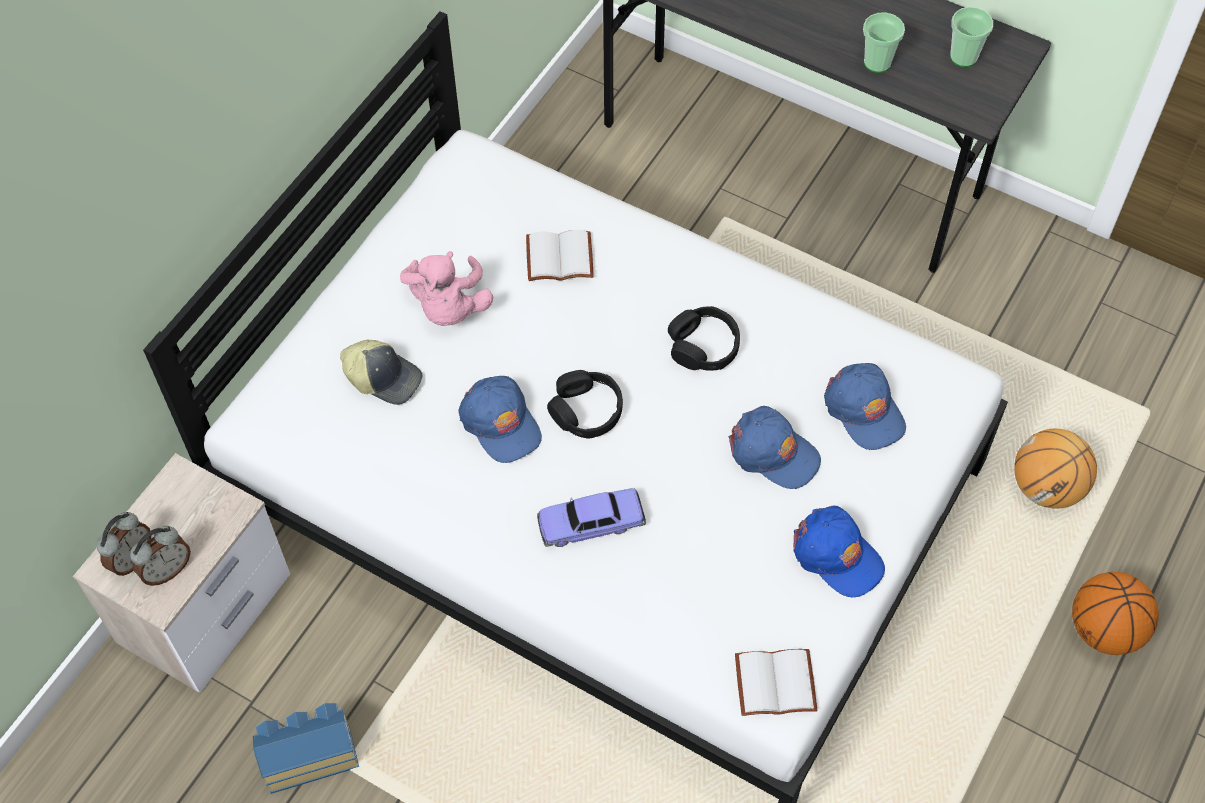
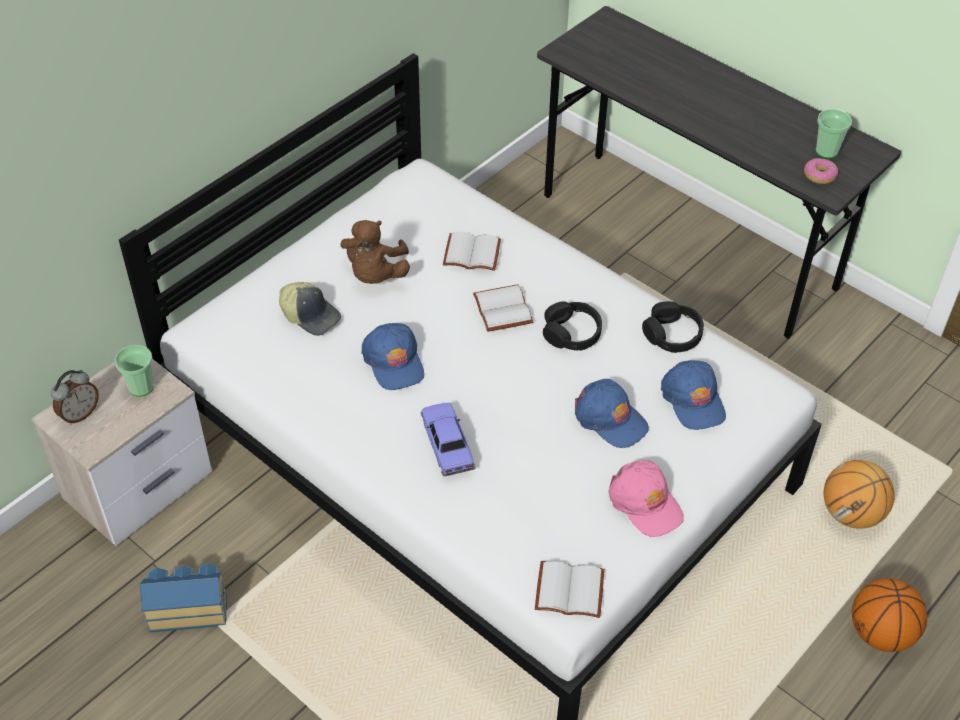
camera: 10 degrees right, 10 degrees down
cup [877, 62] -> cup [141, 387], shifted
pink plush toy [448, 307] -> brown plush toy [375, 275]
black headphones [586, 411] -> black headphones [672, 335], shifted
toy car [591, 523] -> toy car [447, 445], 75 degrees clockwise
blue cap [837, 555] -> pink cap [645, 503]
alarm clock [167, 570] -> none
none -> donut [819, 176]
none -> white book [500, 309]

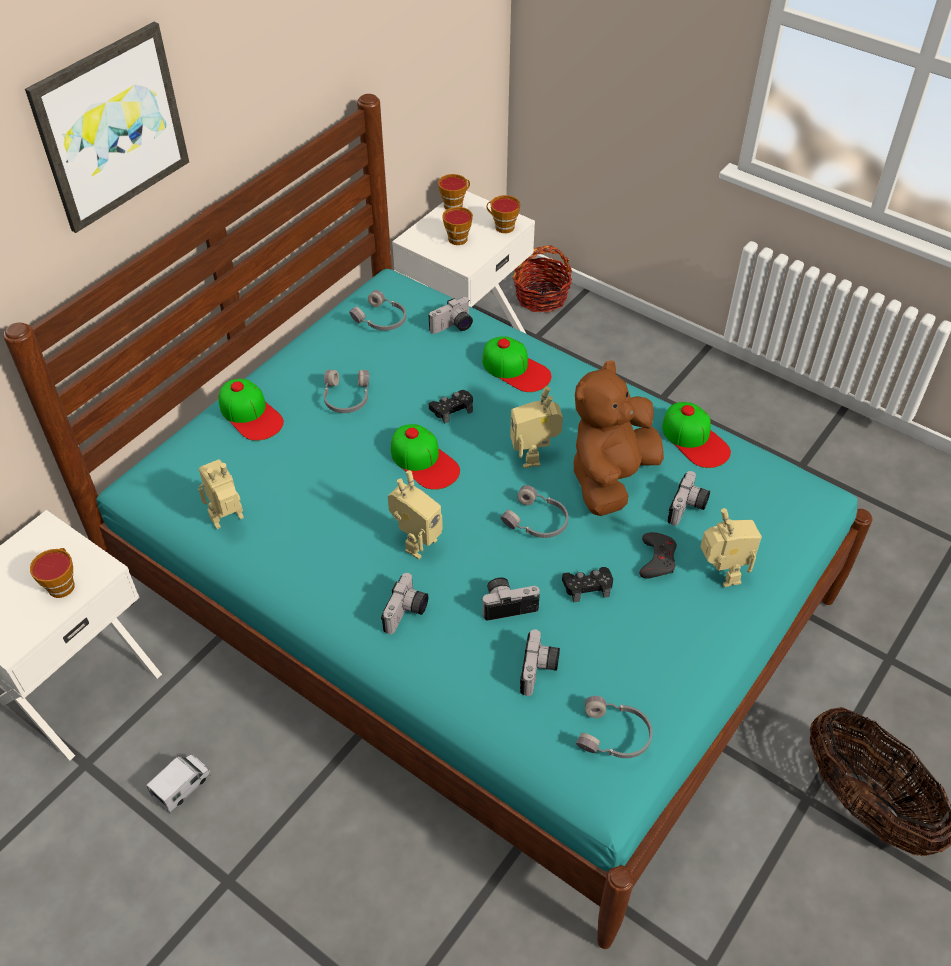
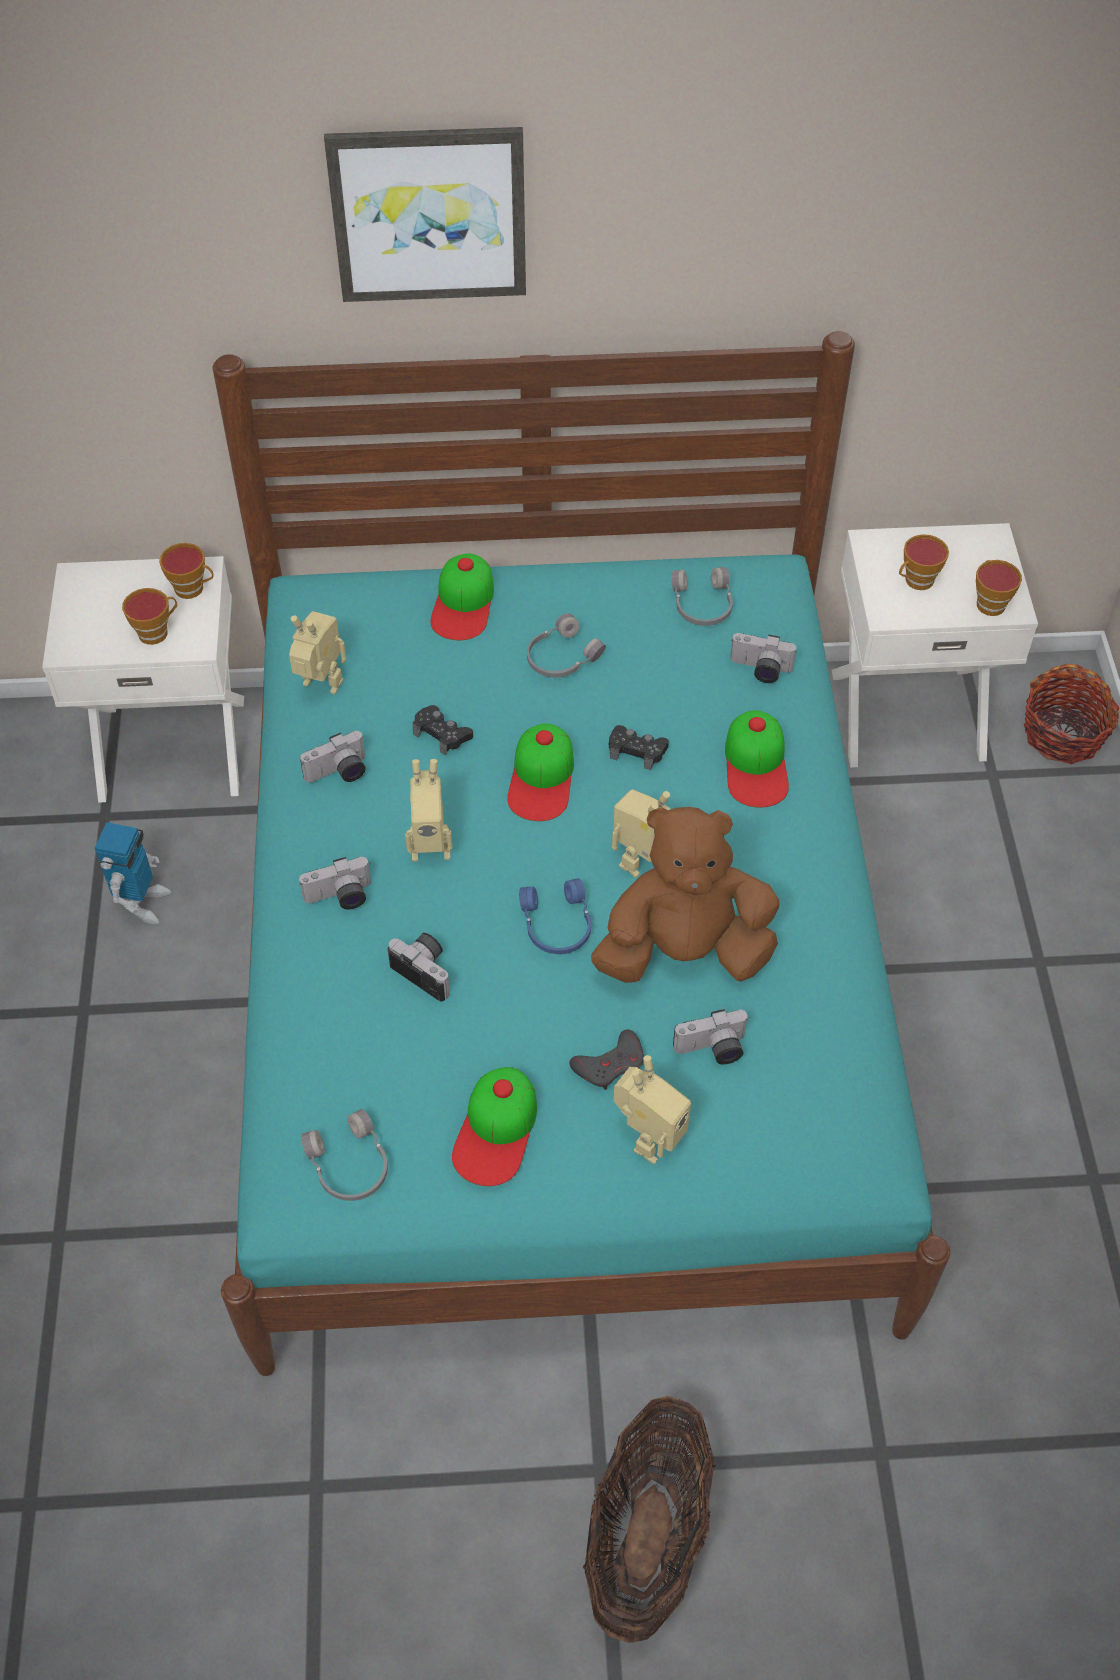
camera: 50 degrees right, 5 degrees up
cup [455, 204] -> cup [192, 589], shifted
cap [695, 439] -> cap [496, 1130], shifted
grey headphones [536, 521] -> blue headphones [556, 925]
black game controller [587, 586] -> black game controller [442, 734], shifted
photo camera [539, 671] -> photo camera [339, 773], shifted
toy truck [182, 786] -> toy robot [143, 903]

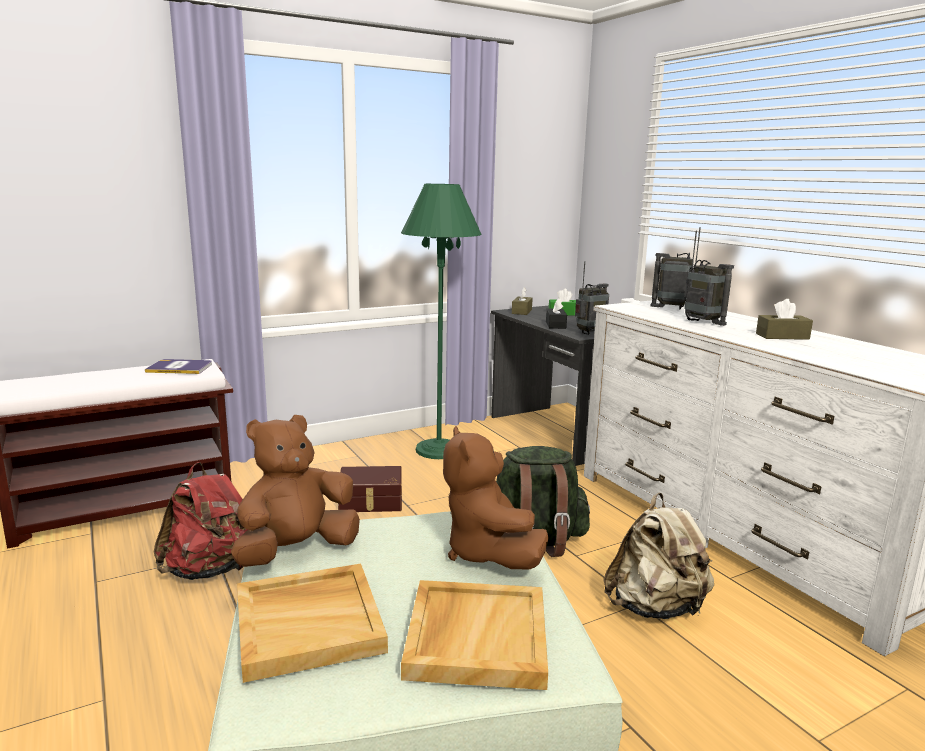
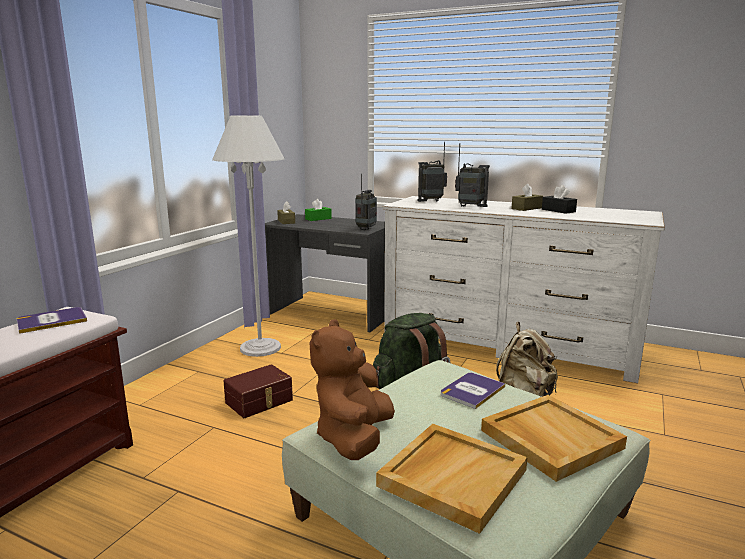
camera: 35 degrees left, 0 degrees up
green floor lamp [438, 450] -> white floor lamp [260, 348]
black tissue box [555, 325] -> black tissue box [558, 210], shifted
brown plush toy [487, 553] -> book [472, 391]
red backpack [210, 570] -> none

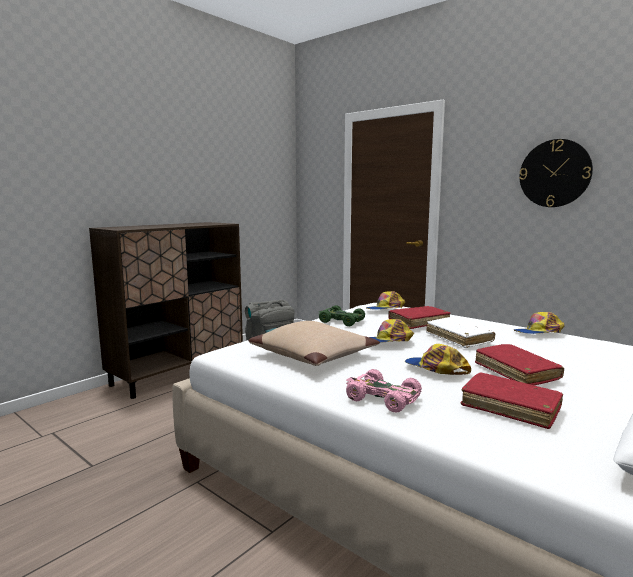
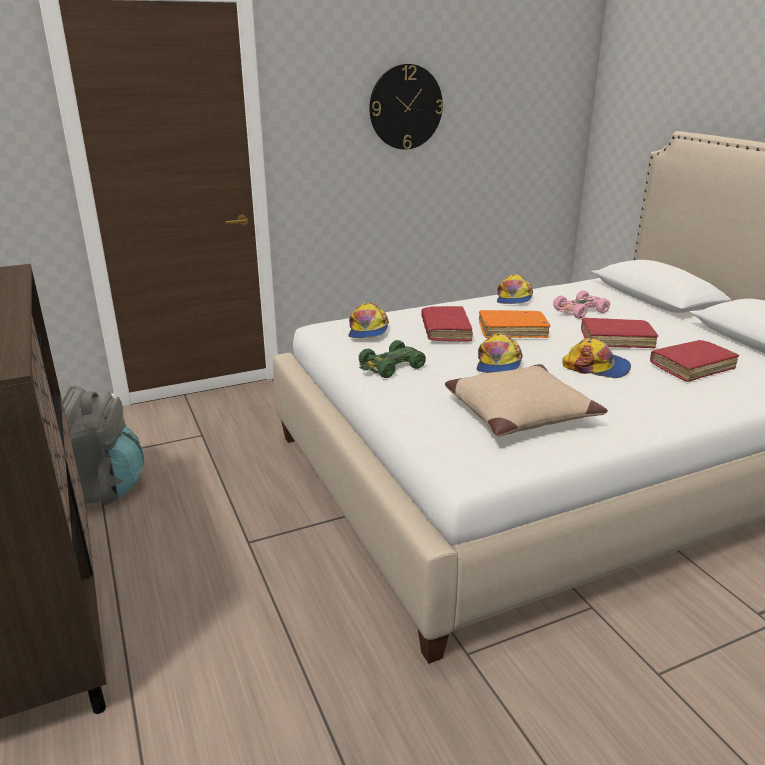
camera: 65 degrees left, 15 degrees up
white book [458, 338] -> orange book [512, 331]
cap [435, 369] -> cap [597, 367], 135 degrees counterclockwise
pink toy car [382, 398] -> pink toy car [580, 311], shifted

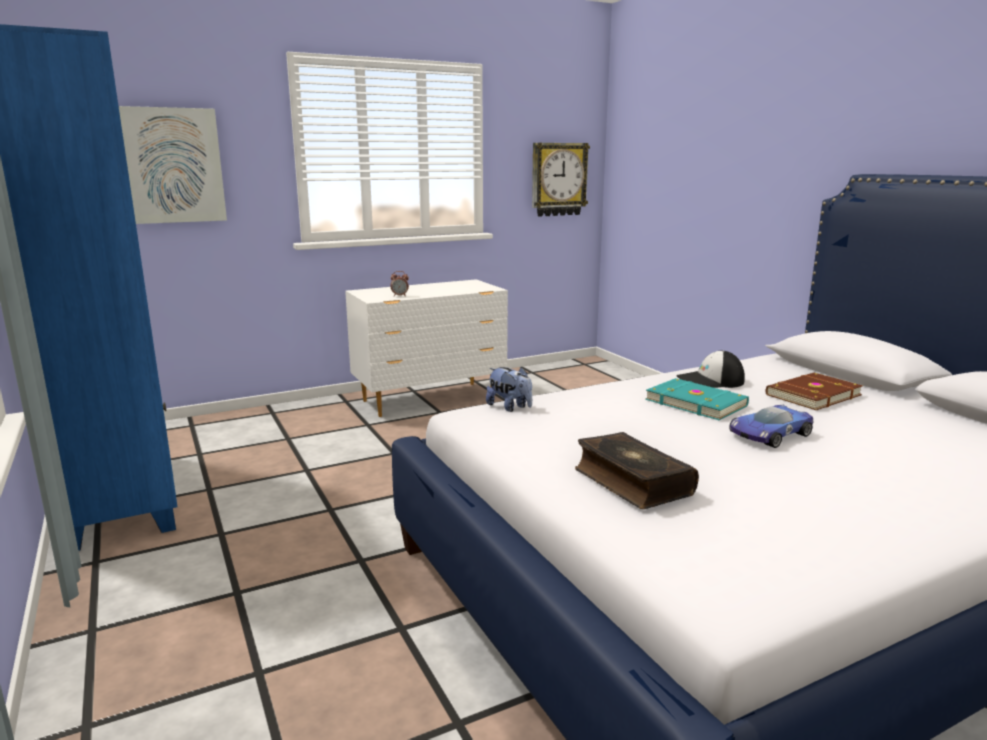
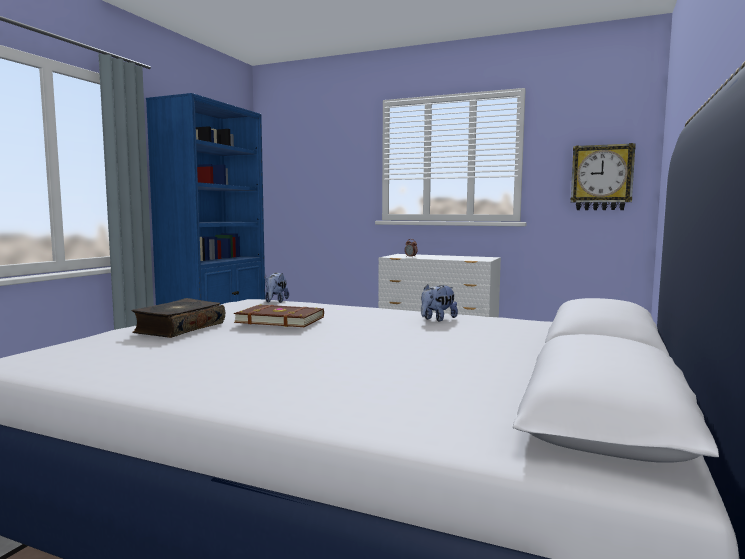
camera: 50 degrees right, 10 degrees down
picture [171, 166] -> none
cap [710, 381] -> plush toy [437, 319]
brown book [811, 395] -> brown book [280, 320], shifted
turquoise book [696, 402] -> none
toy car [768, 434] -> none

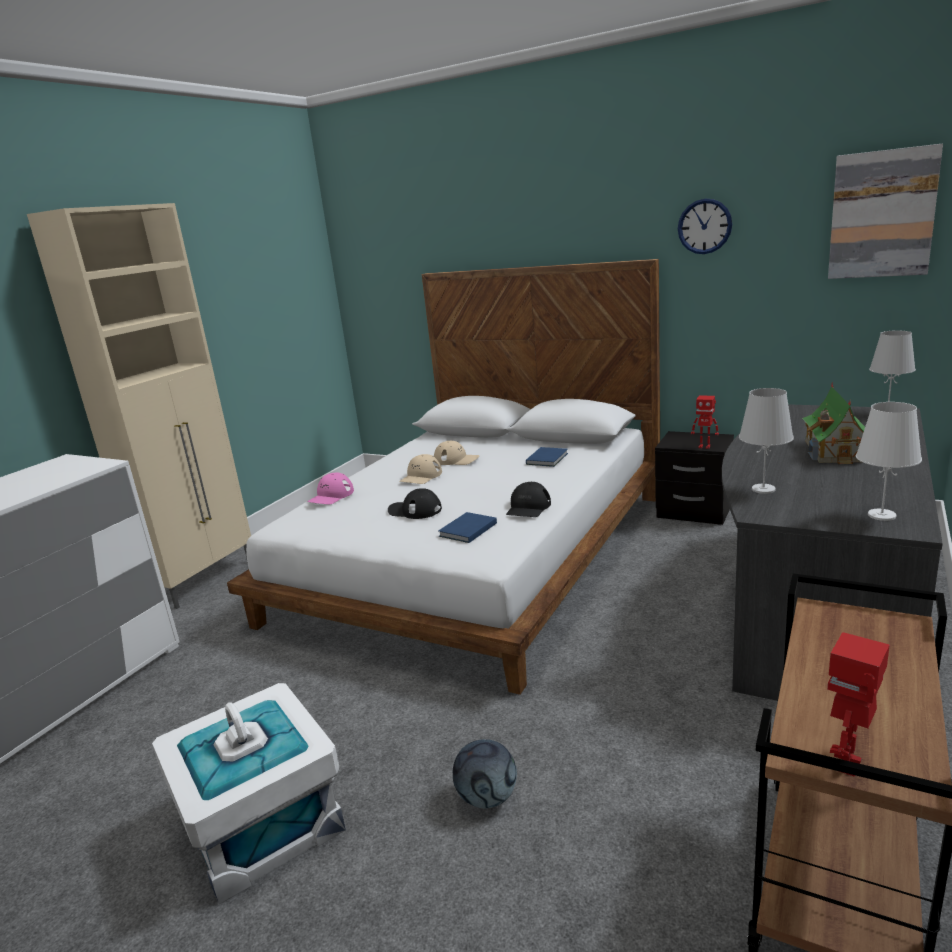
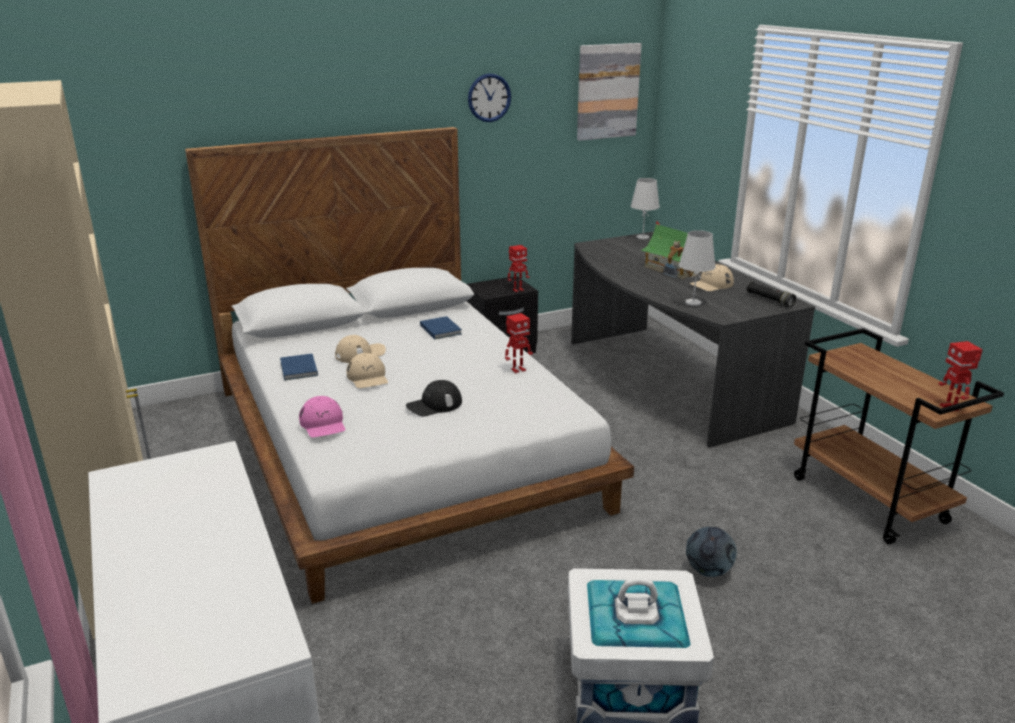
camera: 55 degrees left, 5 degrees up
white table lamp [882, 515] -> black flashlight [769, 300]
black cap [528, 507] -> toy robot [518, 370]
blue book [466, 530] -> blue book [298, 369], shifted
none -> beige cap [711, 284]

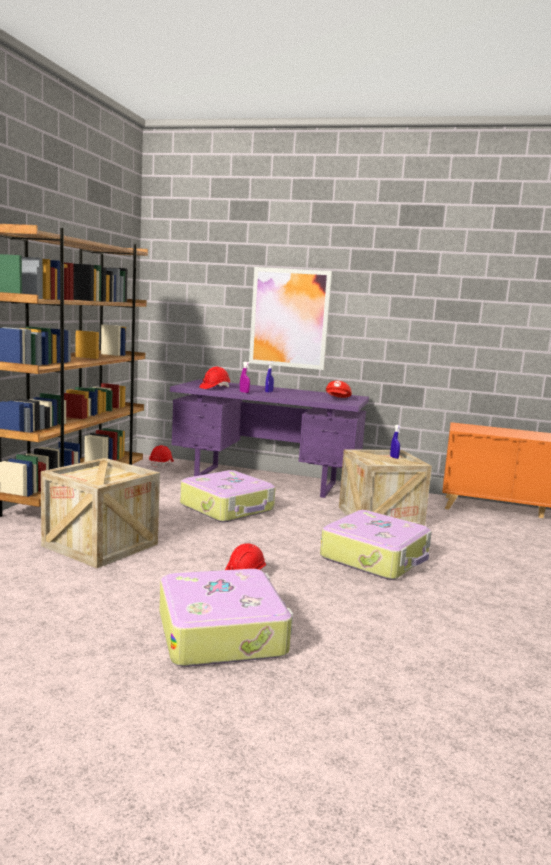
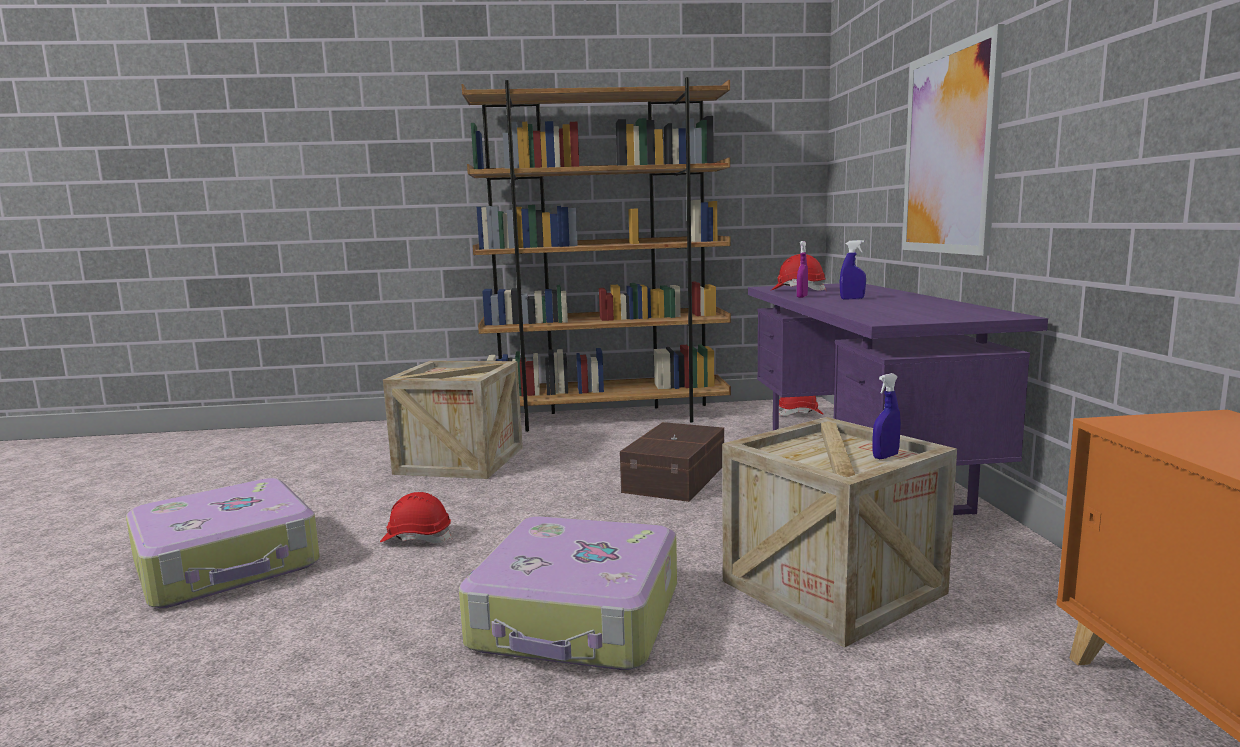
camera: 70 degrees right, 0 degrees up
red cap [337, 399] -> none
suitcase [228, 508] -> brown storage box [677, 478]

